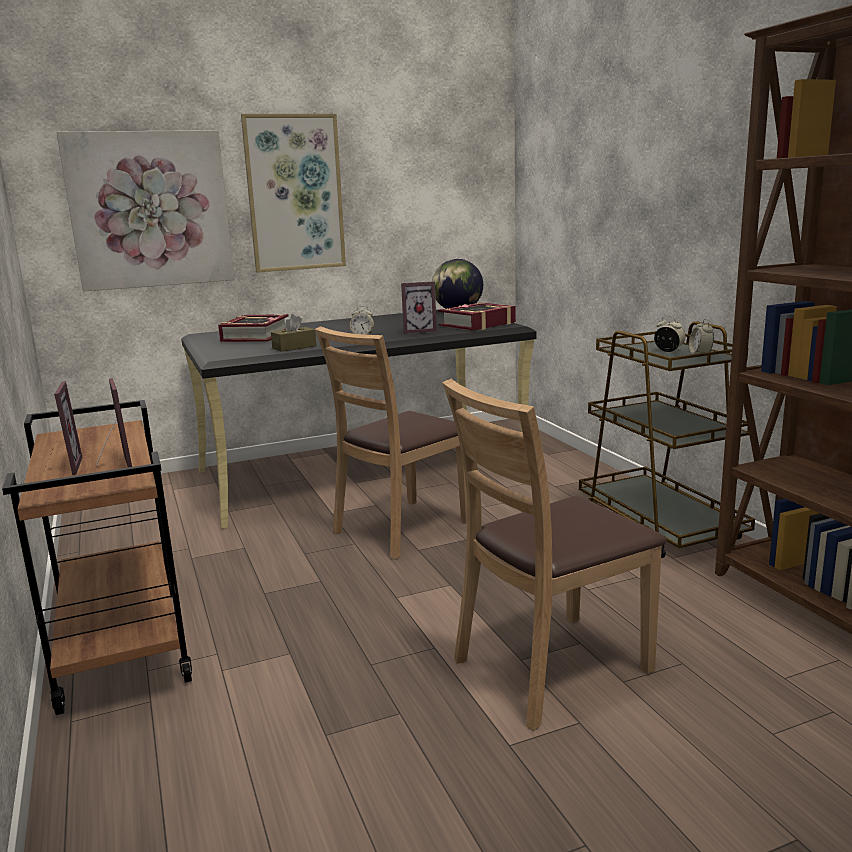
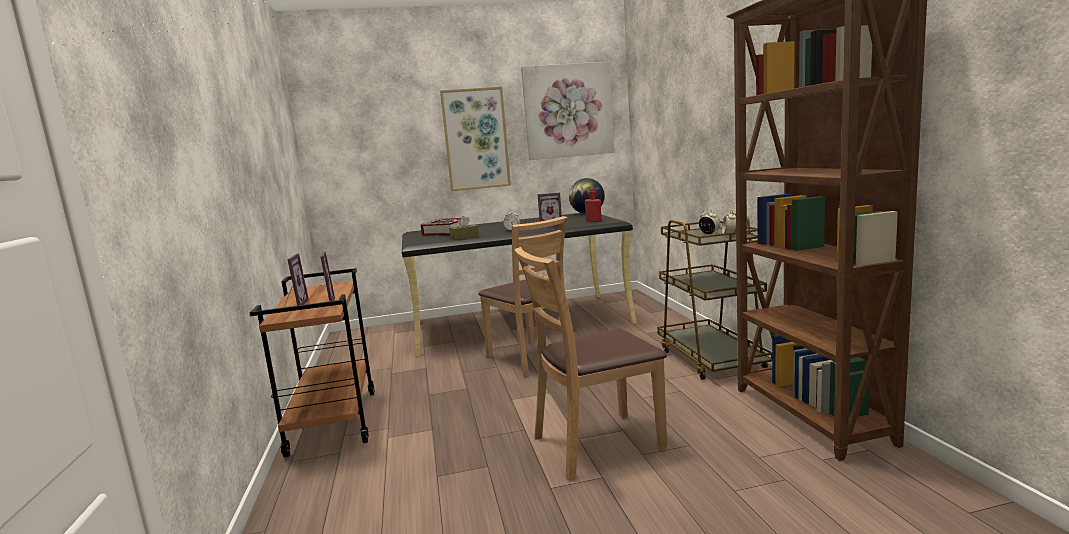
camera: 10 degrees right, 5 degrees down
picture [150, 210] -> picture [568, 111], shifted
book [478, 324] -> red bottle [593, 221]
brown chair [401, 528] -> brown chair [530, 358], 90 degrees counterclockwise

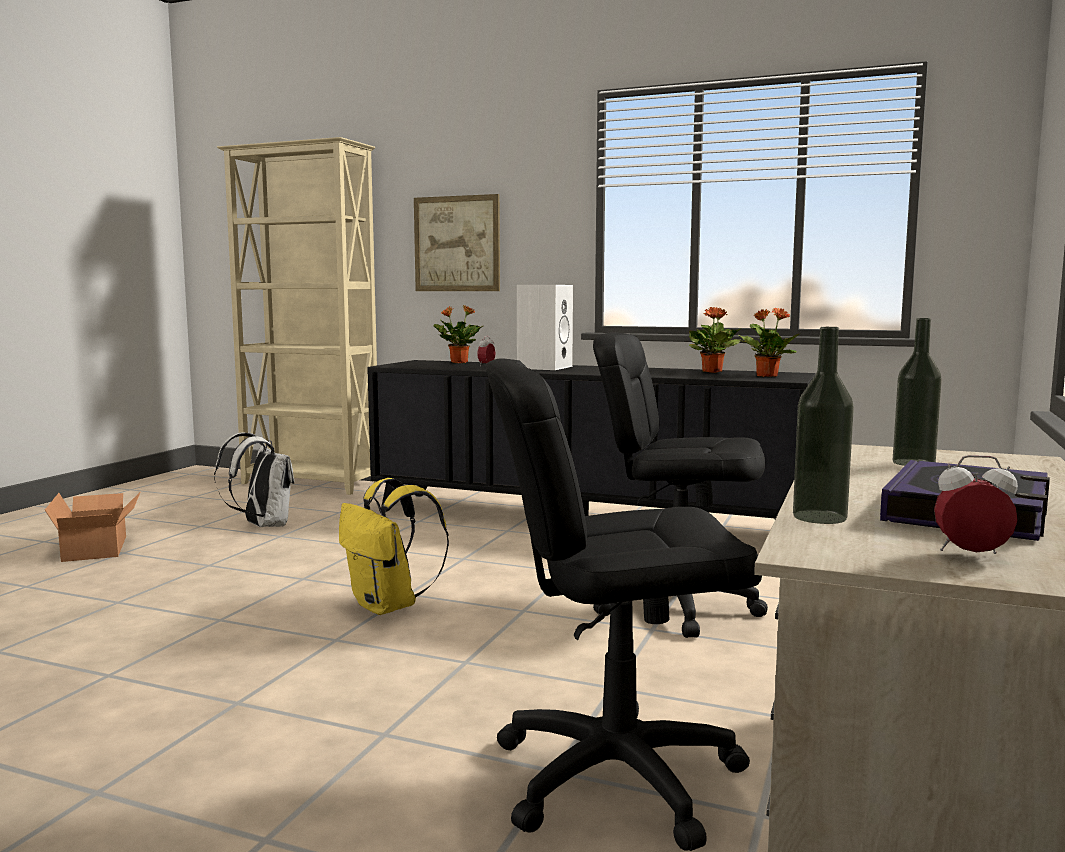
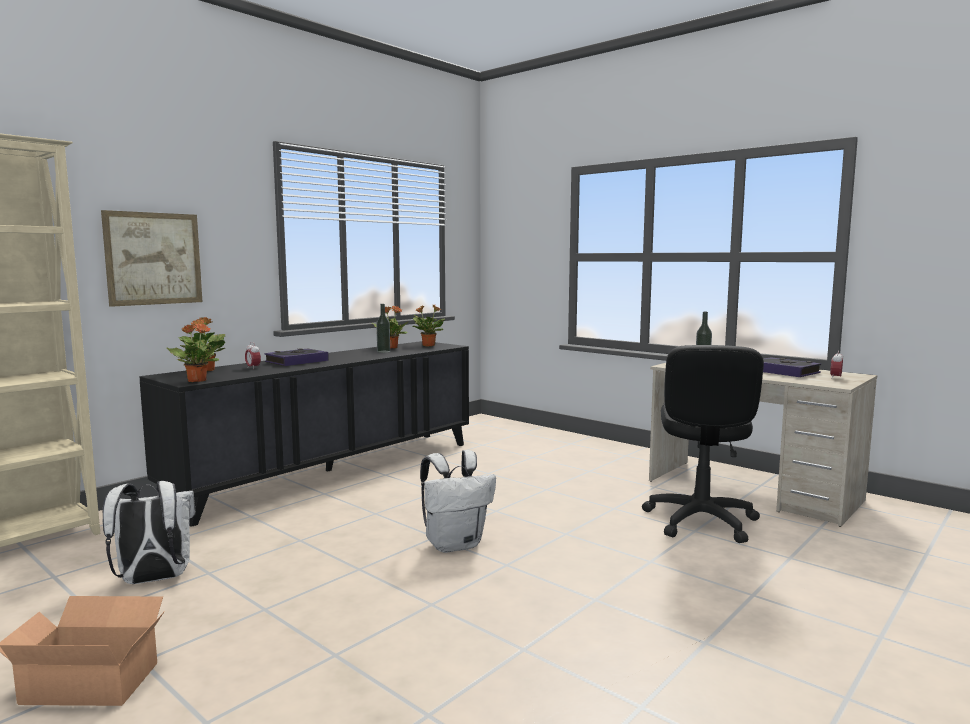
camera: 70 degrees left, 0 degrees up
white speaker [544, 367] -> book [296, 361]
bottle [819, 517] -> bottle [383, 351], shifted
black office chair [676, 605] -> none
yellow backpack [389, 606] -> white backpack [455, 544]
none -> potted plant [197, 380]

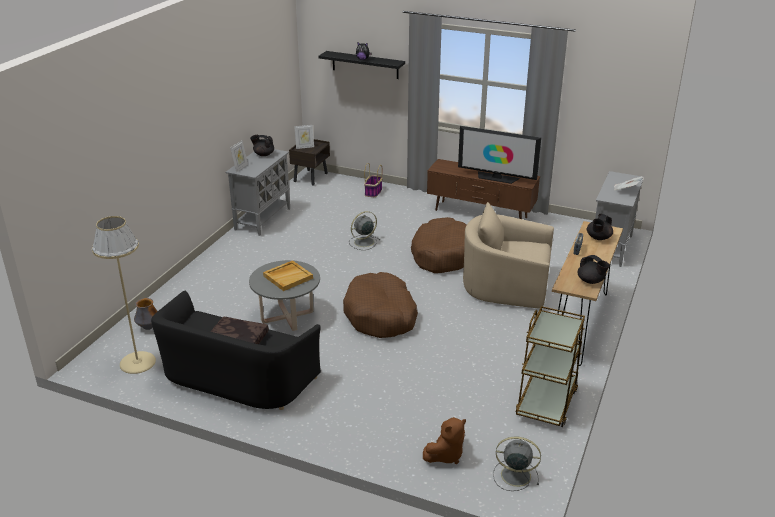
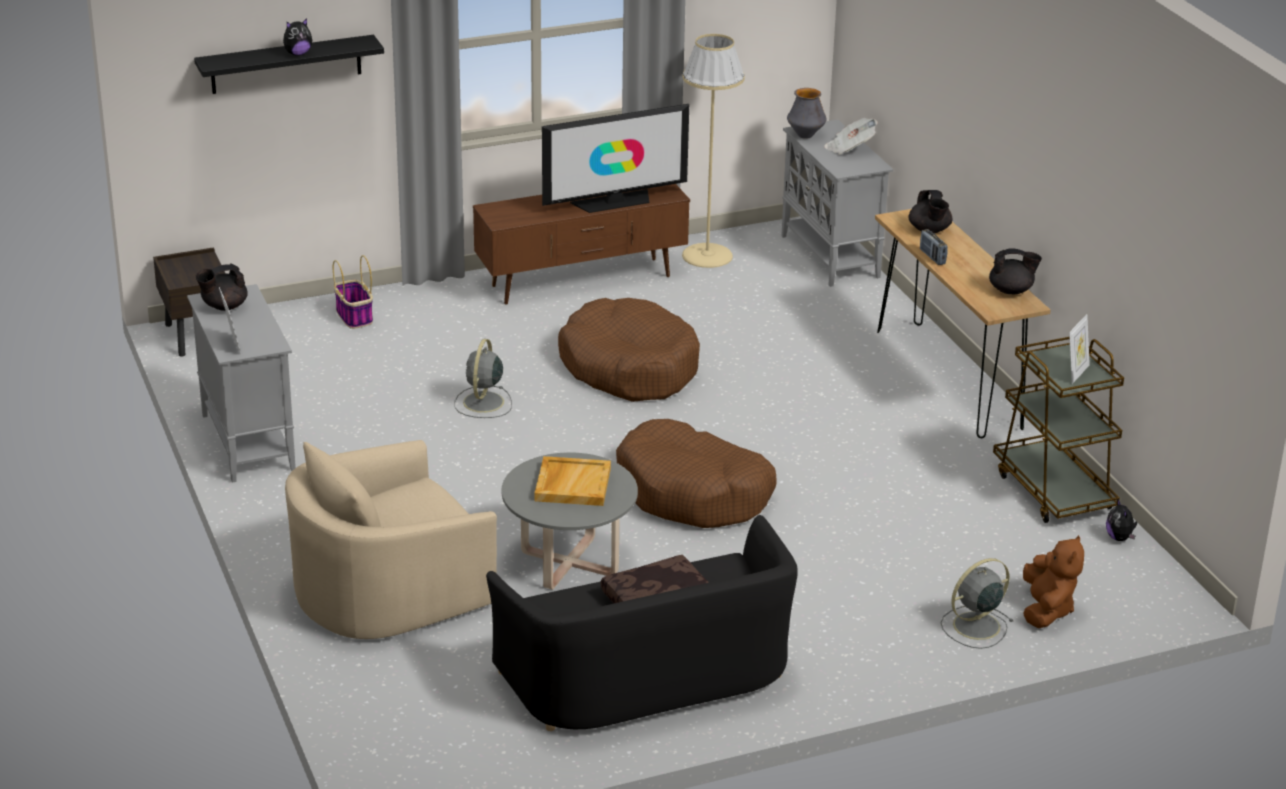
camera: 45 degrees left, 0 degrees up
picture frame [304, 147] -> picture frame [1076, 373], shifted
beige armchair [506, 286] -> beige armchair [387, 590], shifted
beige floor lamp [137, 362] -> beige floor lamp [707, 256], shifted
vase [148, 327] -> vase [805, 135], shifted
grey fan [514, 475] -> grey fan [974, 626], shifted
none -> plush toy [1120, 538]

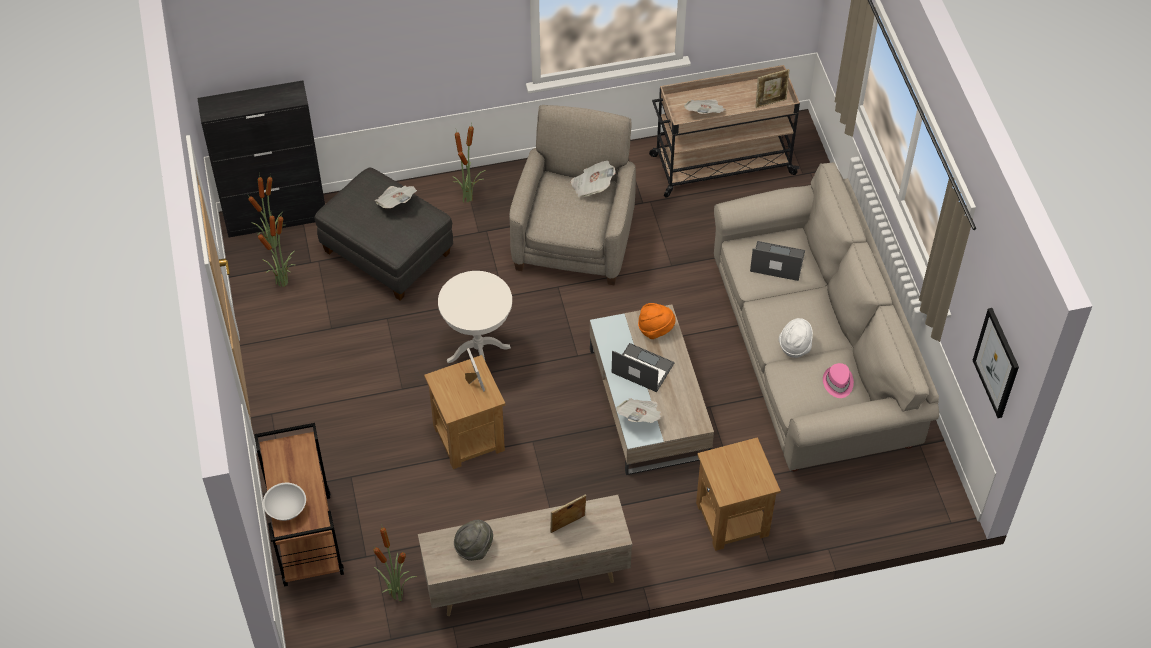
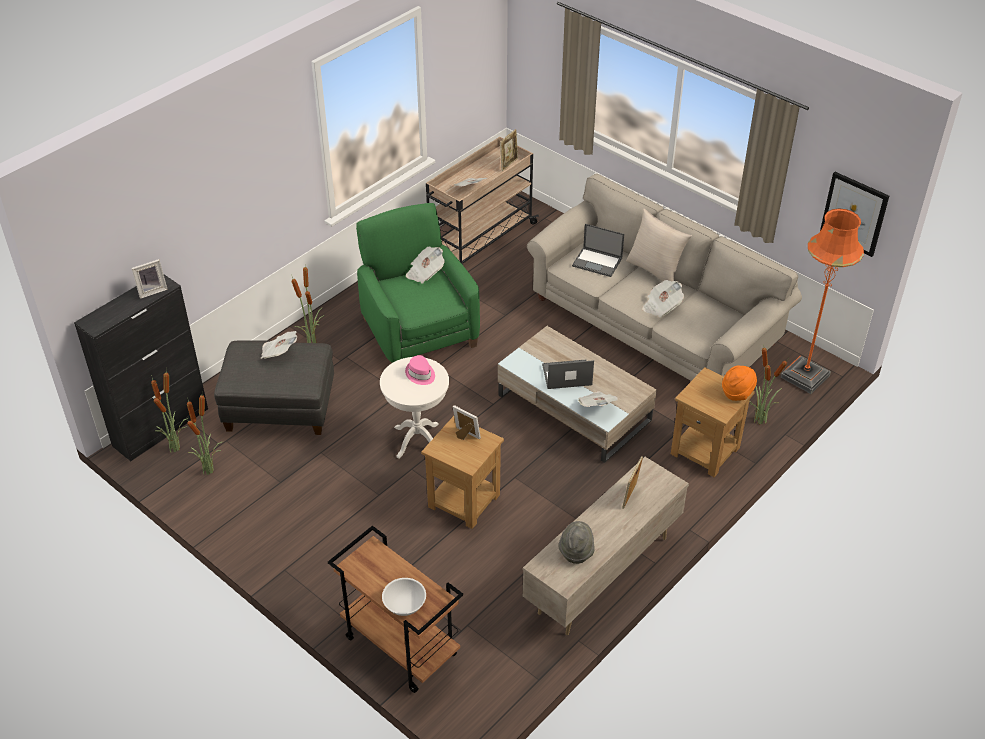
camera: 35 degrees left, 10 degrees down
beige armchair [575, 239] -> green armchair [419, 331]
laptop [776, 261] -> laptop [598, 262], 135 degrees counterclockwise
orange hat [655, 329] -> orange hat [737, 392], shifted
white hat [795, 346] -> newspaper [661, 306]
pink hat [838, 383] -> pink hat [420, 374], shifted
potted plant [397, 593] -> potted plant [759, 420], shifted
none -> orange floor lamp [805, 376]
none -> beige pillow [655, 270]
none -> picture frame [152, 290]

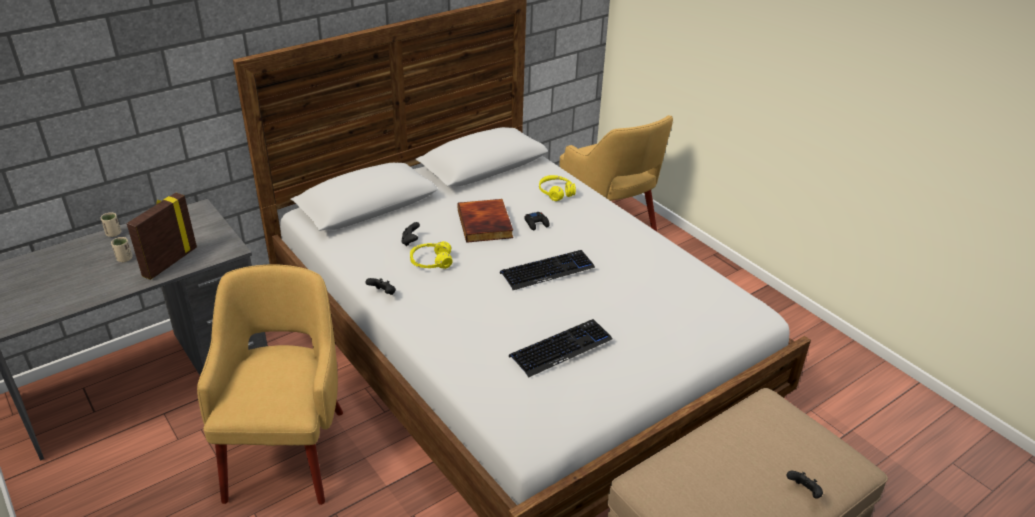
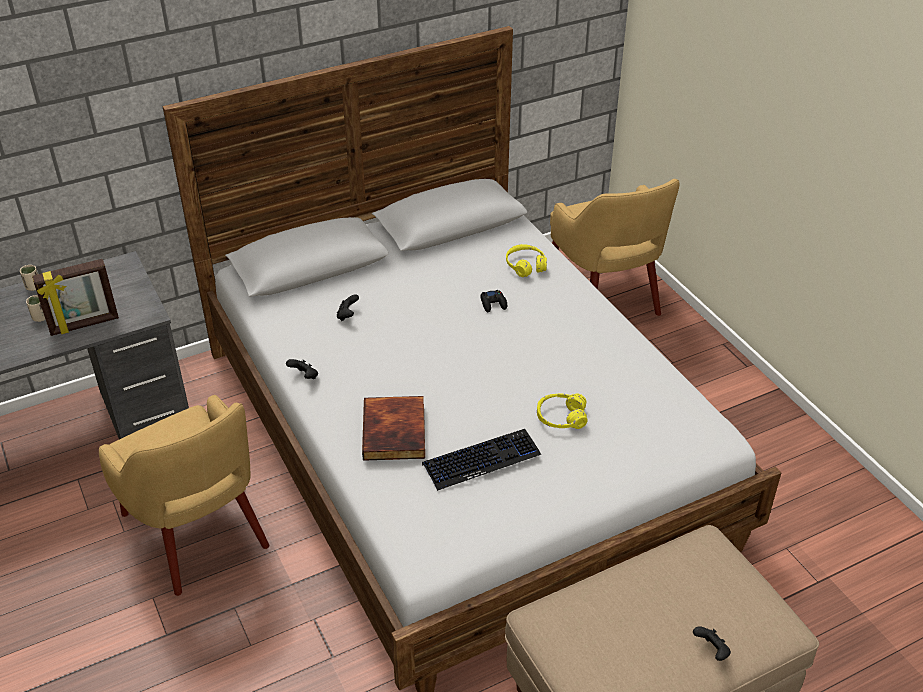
camera: 10 degrees right, 5 degrees up
picture frame [169, 262] -> picture frame [84, 325], 150 degrees counterclockwise
book [486, 224] -> book [396, 432], shifted
yellow headphones [431, 262] -> yellow headphones [561, 417], shifted
keyboard [547, 271] -> none
yellow armchair [287, 450] -> yellow armchair [196, 533], 135 degrees clockwise

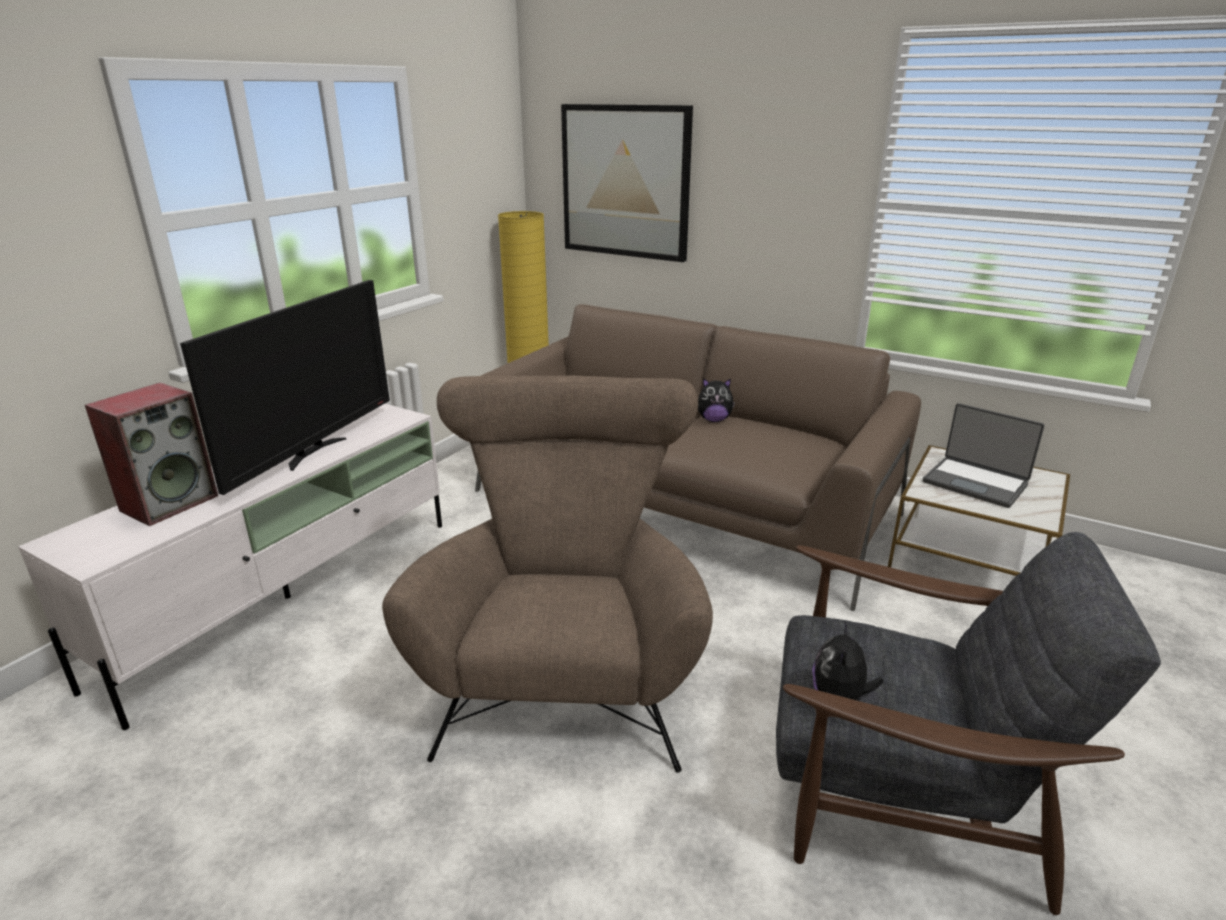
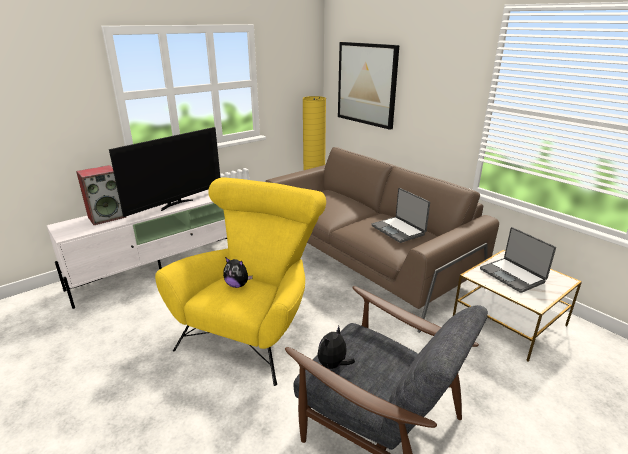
camera: 20 degrees right, 0 degrees up
brown armchair [564, 671] -> yellow armchair [253, 327]
plush toy [714, 420] -> plush toy [237, 285], shifted
none -> laptop [399, 230]

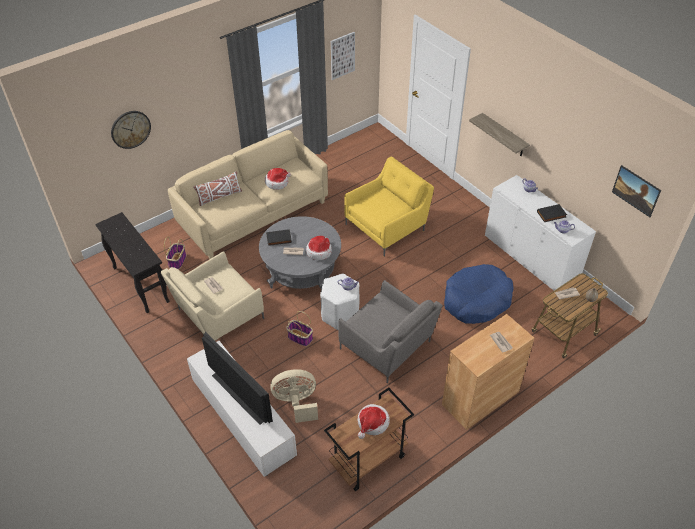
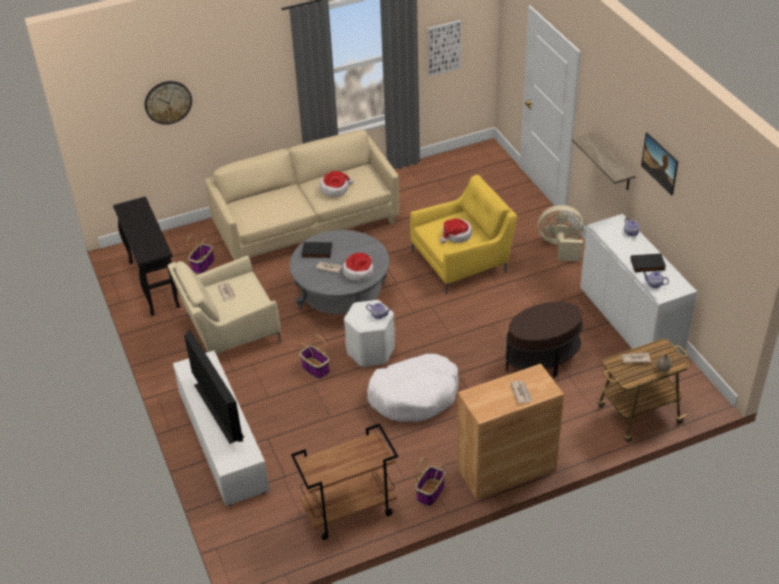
camera: 15 degrees right, 5 degrees down
picture [633, 197] -> picture [658, 171], shifted
white pillow [219, 196] -> none
blue dog bed [476, 300] -> brown side table [542, 360]
grey armchair [387, 347] -> white dog bed [414, 395]
beige fan [296, 403] -> beige fan [561, 246], shifted
hat [372, 423] -> hat [456, 235], shifted
none -> basket [430, 492]

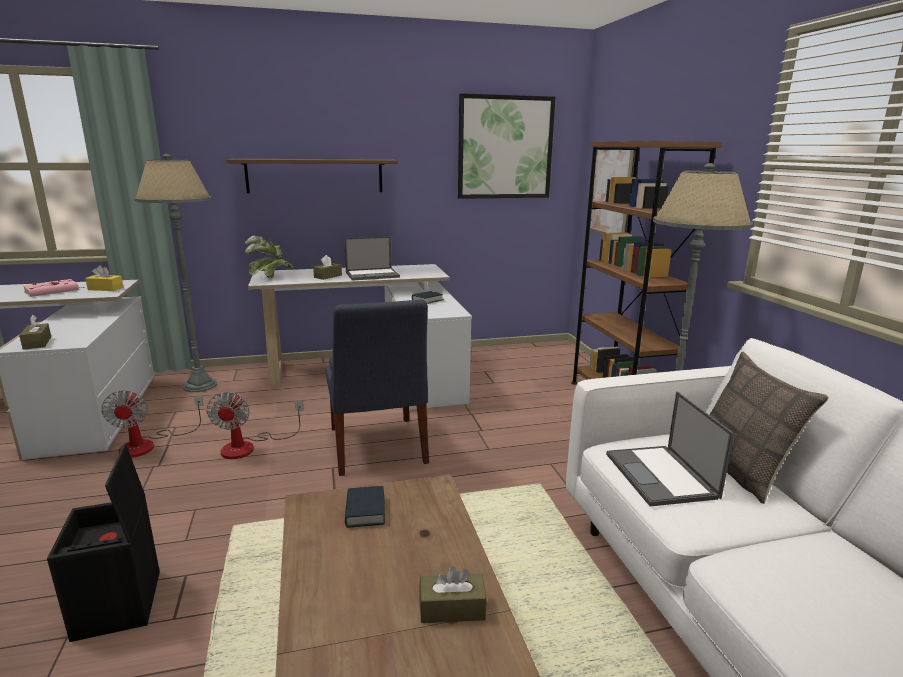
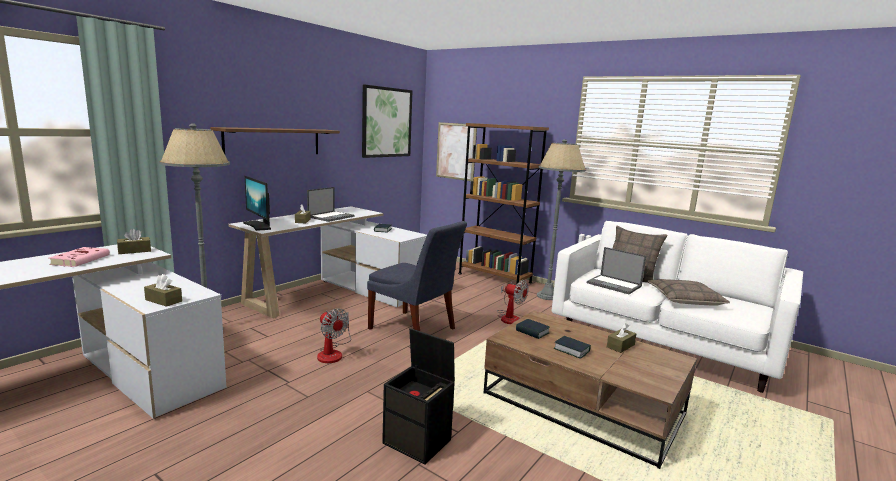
camera: 40 degrees left, 5 degrees down
potted plant [270, 277] -> monitor [258, 226]
yellow tissue box [105, 288] -> brown tissue box [134, 251]
fan [149, 444] -> fan [509, 317], shifted
none -> pillow [684, 299]
none -> book [571, 350]

